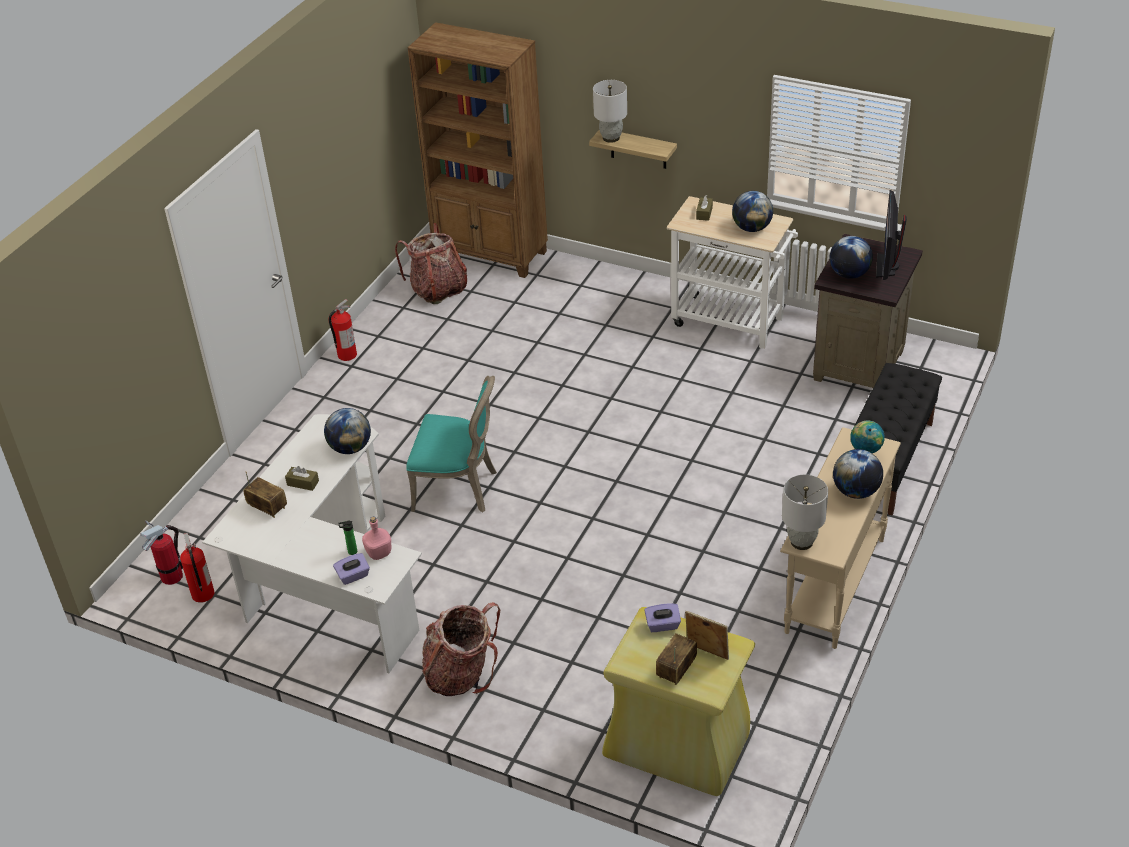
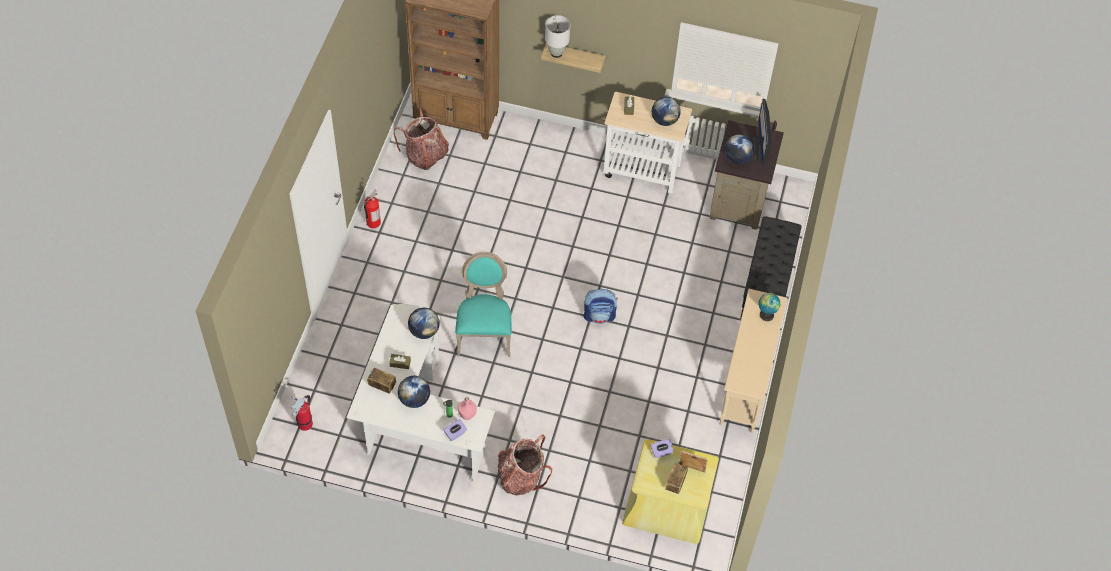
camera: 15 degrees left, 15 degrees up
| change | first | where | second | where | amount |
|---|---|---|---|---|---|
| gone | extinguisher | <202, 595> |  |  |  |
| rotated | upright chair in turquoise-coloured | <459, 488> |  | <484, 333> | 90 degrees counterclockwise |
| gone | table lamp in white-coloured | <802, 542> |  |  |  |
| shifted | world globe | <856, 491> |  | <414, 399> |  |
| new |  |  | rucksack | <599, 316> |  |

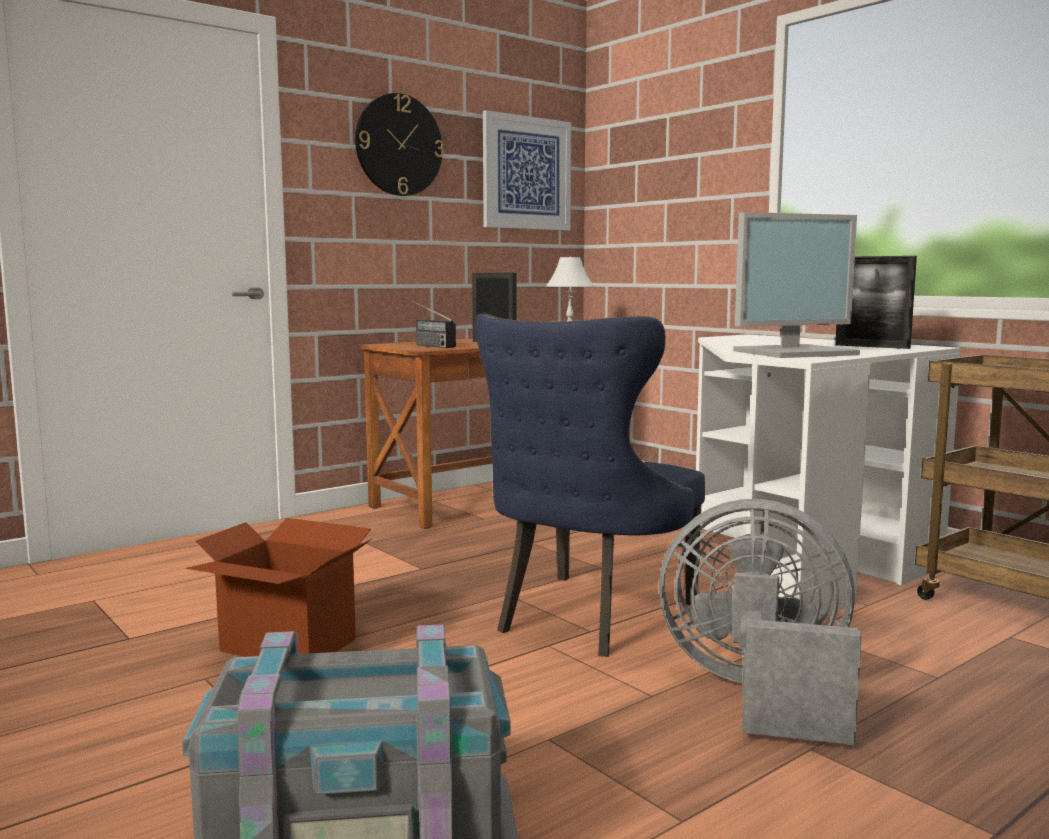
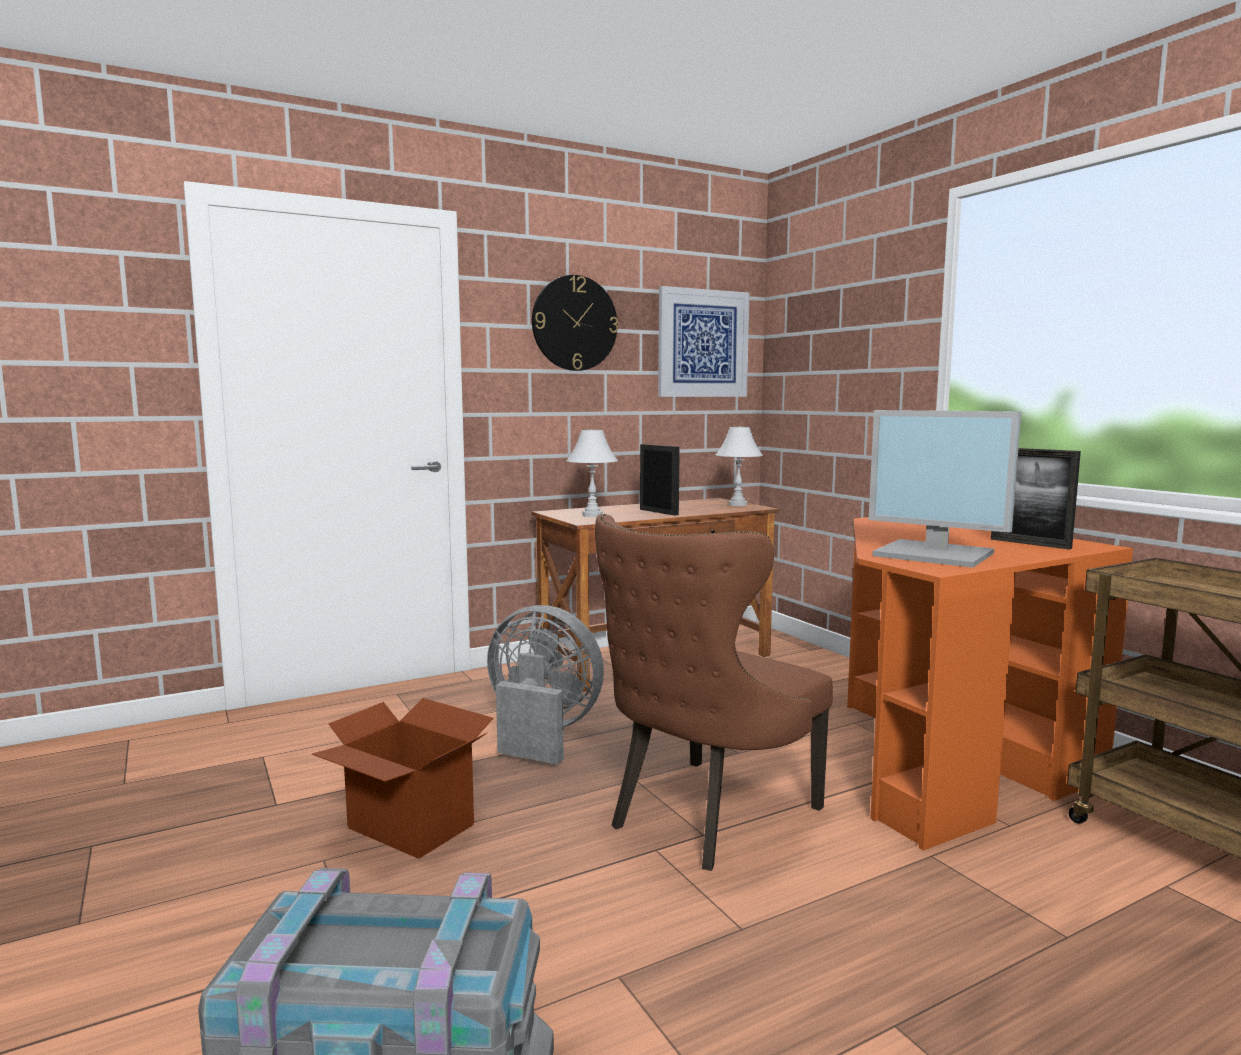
camera: 10 degrees right, 0 degrees up
| change | first | where | second | where | amount |
|---|---|---|---|---|---|
| swapped | radio | <426, 345> | table lamp in white-coloured | <592, 515> |  |
| repainted | upright chair in blue | <587, 617> | upright chair in brown | <705, 816> |  |
| shifted | cooling fan in grey | <758, 692> |  | <541, 733> |  |
| repainted | desk unit in white-coloured | <790, 561> | desk unit in orange | <937, 759> |  |
| rotated | computer screen | <795, 353> |  | <936, 554> | 45 degrees clockwise |

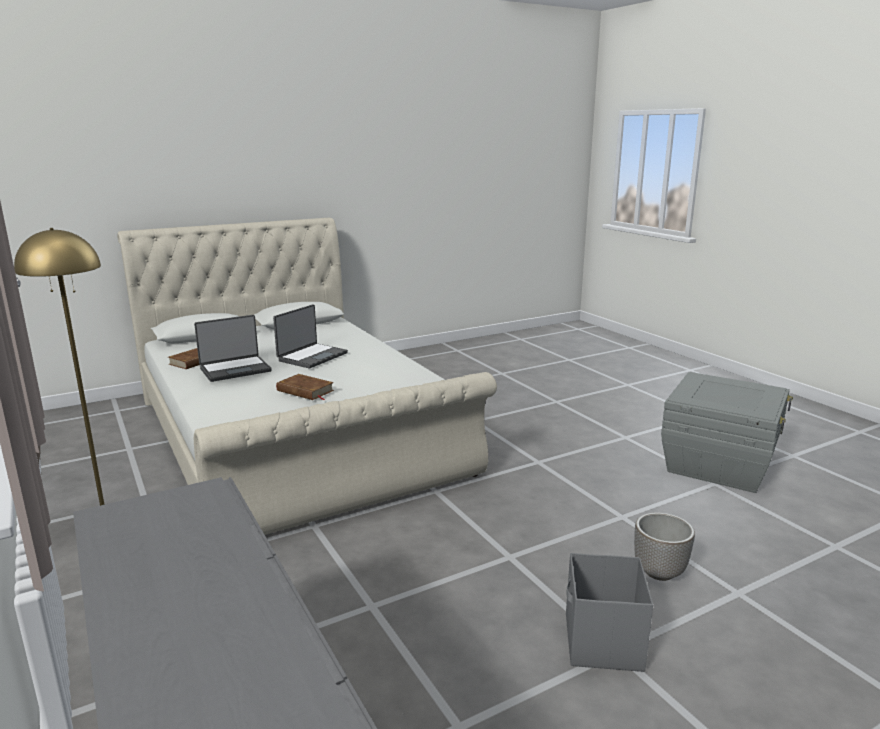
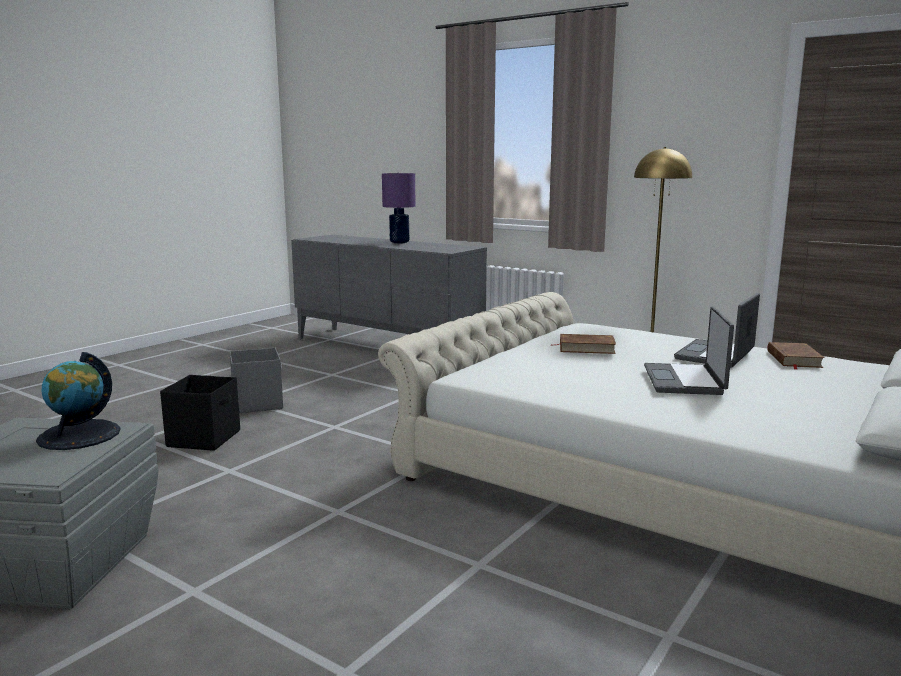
camera: 155 degrees right, 5 degrees down
| change | first | where | second | where | amount |
|---|---|---|---|---|---|
| swapped | flower pot | <659, 572> | storage box in black | <205, 438> |  |
| new |  |  | world globe | <79, 435> |  |
| new |  |  | table lamp in purplish | <399, 243> |  |

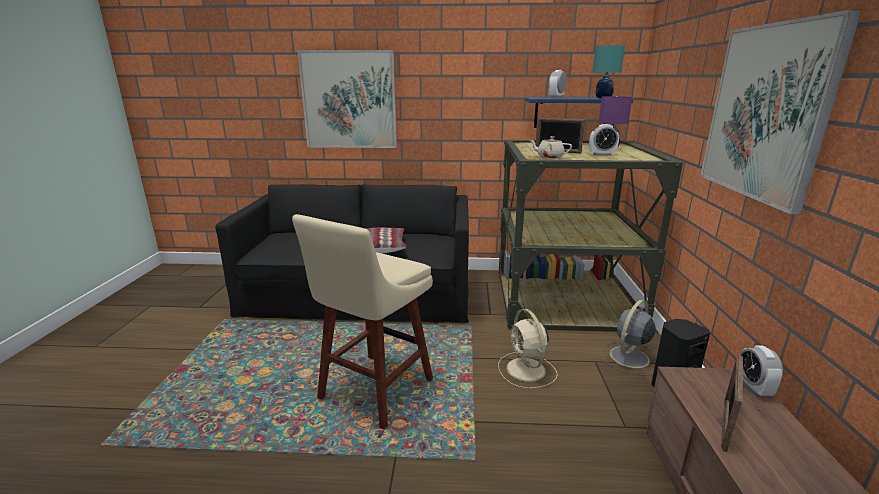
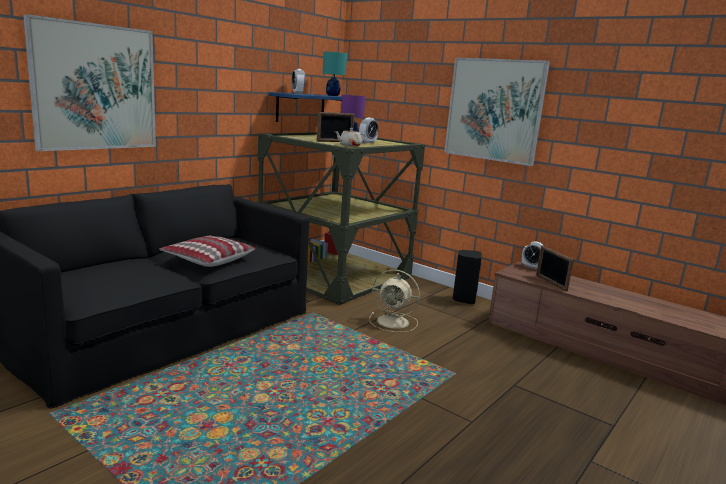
camera: 55 degrees left, 5 degrees down
| change | first | where | second | where | amount |
|---|---|---|---|---|---|
| gone | sitting stool in beige-coloured | <374, 390> |  |  |  |
| gone | cooling fan in grey | <628, 358> |  |  |  |

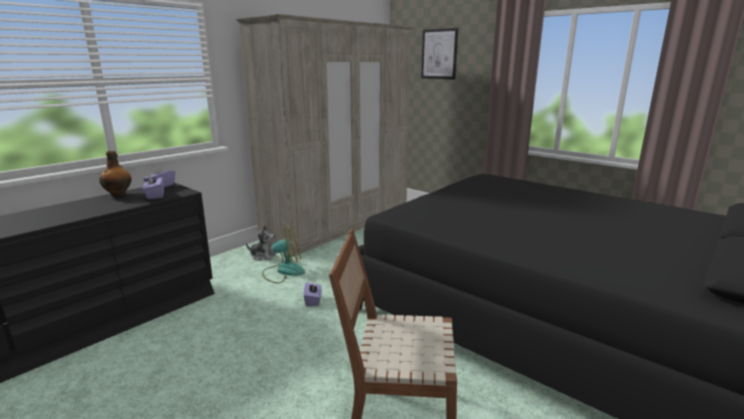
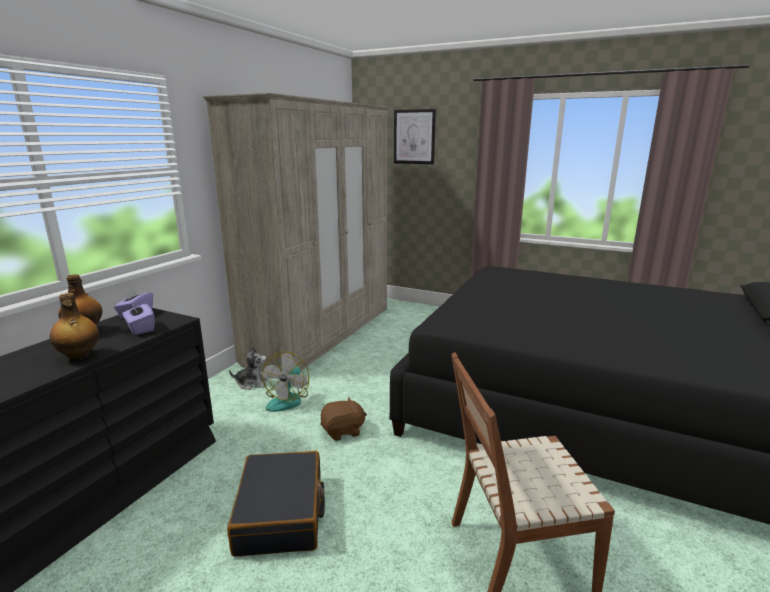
camera: 15 degrees left, 0 degrees up
| change | first | where | second | where | amount |
|---|---|---|---|---|---|
| rotated | cooling fan | <283, 271> |  | <288, 399> | 135 degrees clockwise |
| swapped | box of tissues in purplish | <313, 300> | cuddly toy in brown | <343, 431> |  |
| new |  |  | bottle | <79, 357> |  |
| new |  |  | piece of luggage in black | <281, 514> |  |

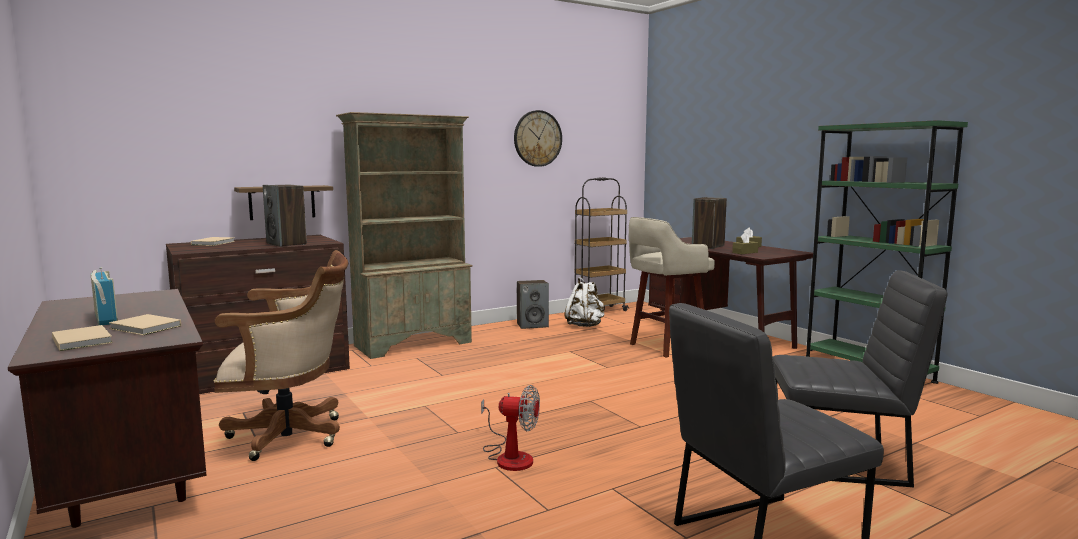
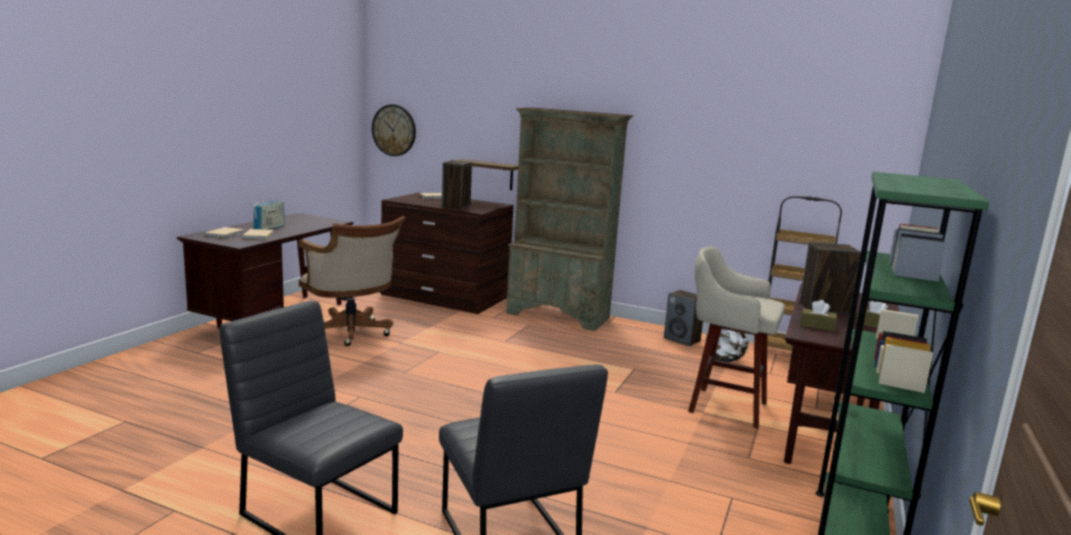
camera: 55 degrees right, 5 degrees up
| change | first | where | second | where | amount |
|---|---|---|---|---|---|
| gone | cooling fan | <509, 456> |  |  |  |
| shifted | hanging clock | <537, 138> |  | <394, 130> |  |

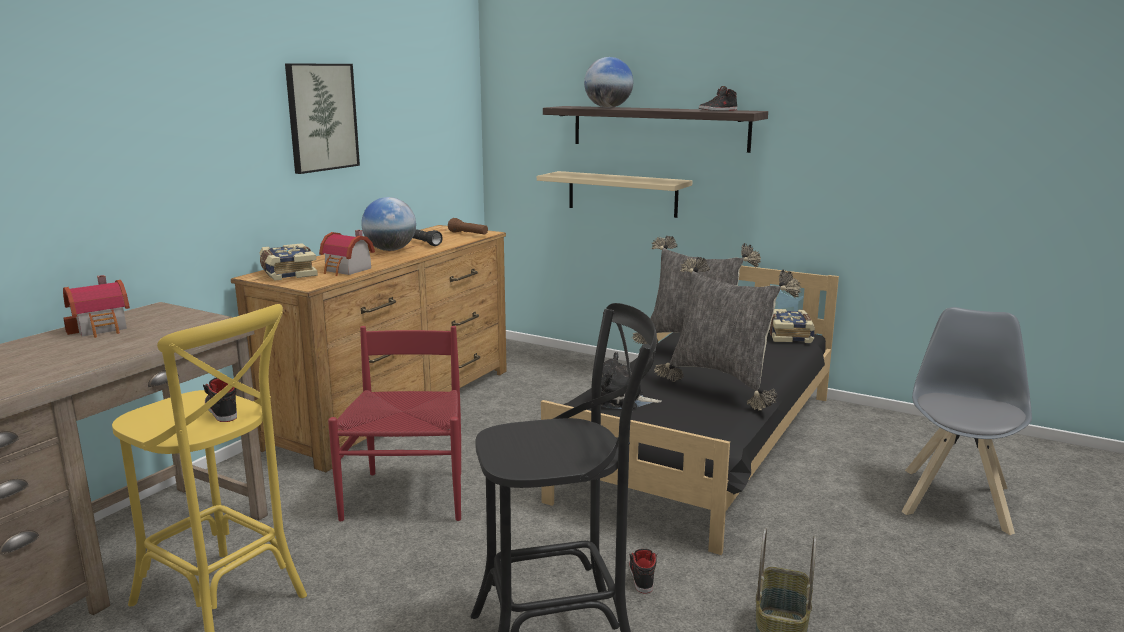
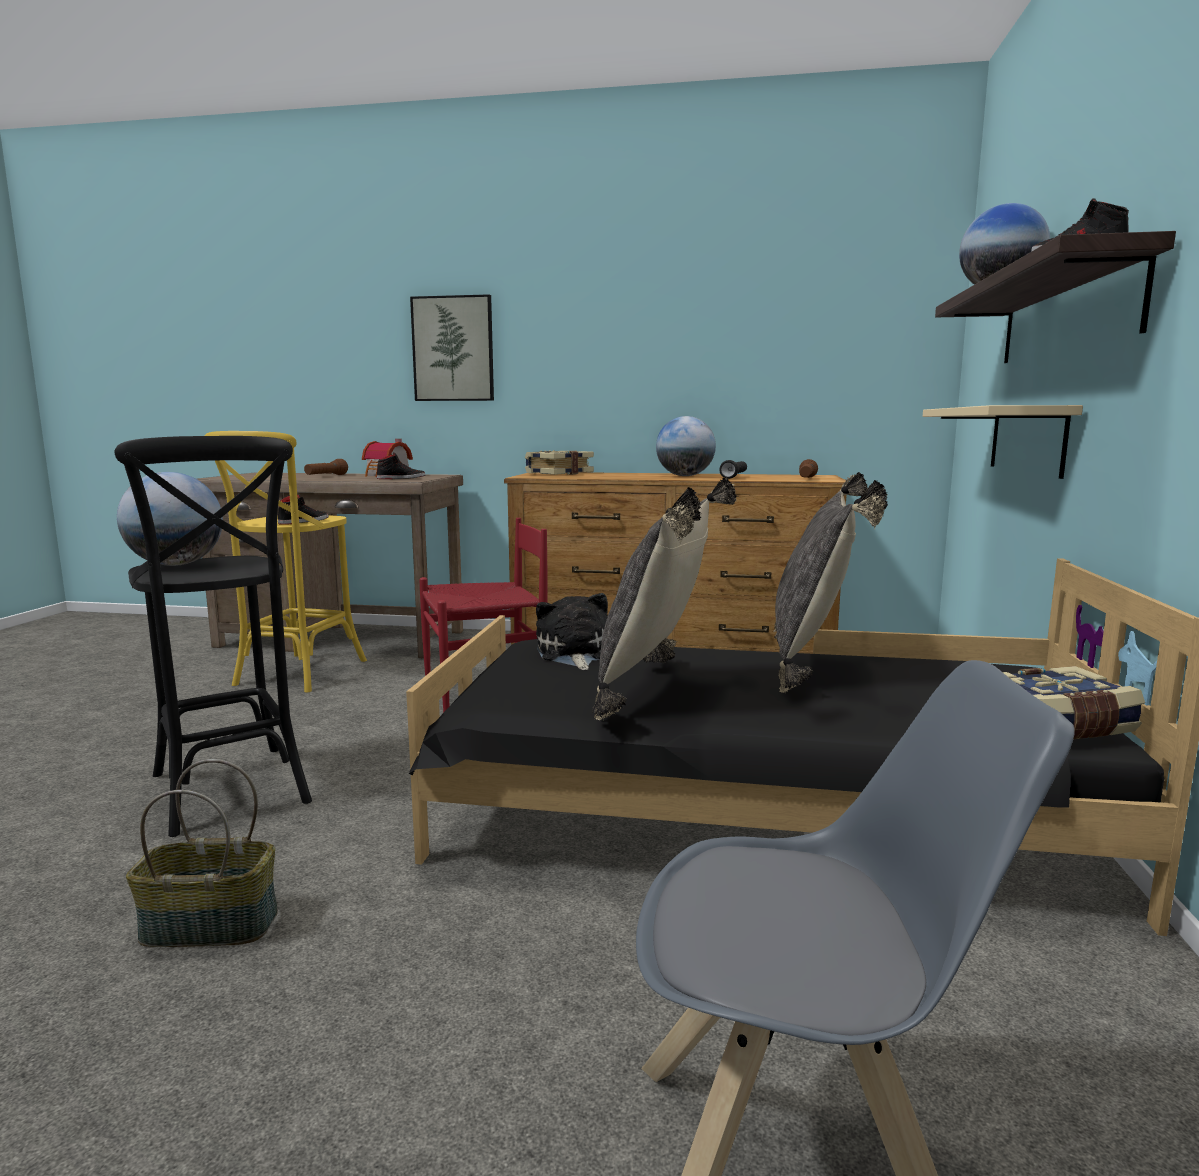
camera: 70 degrees right, 5 degrees down
| change | first | where | second | where | amount |
|---|---|---|---|---|---|
| shifted | wall art | <321, 117> |  | <453, 349> |  |
| gone | miniature house | <347, 270> |  |  |  |
| shifted | low shoe in black | <641, 574> |  | <401, 478> |  |
| new |  |  | world globe | <176, 565> |  |
| new |  |  | torch in brown | <326, 476> |  |

